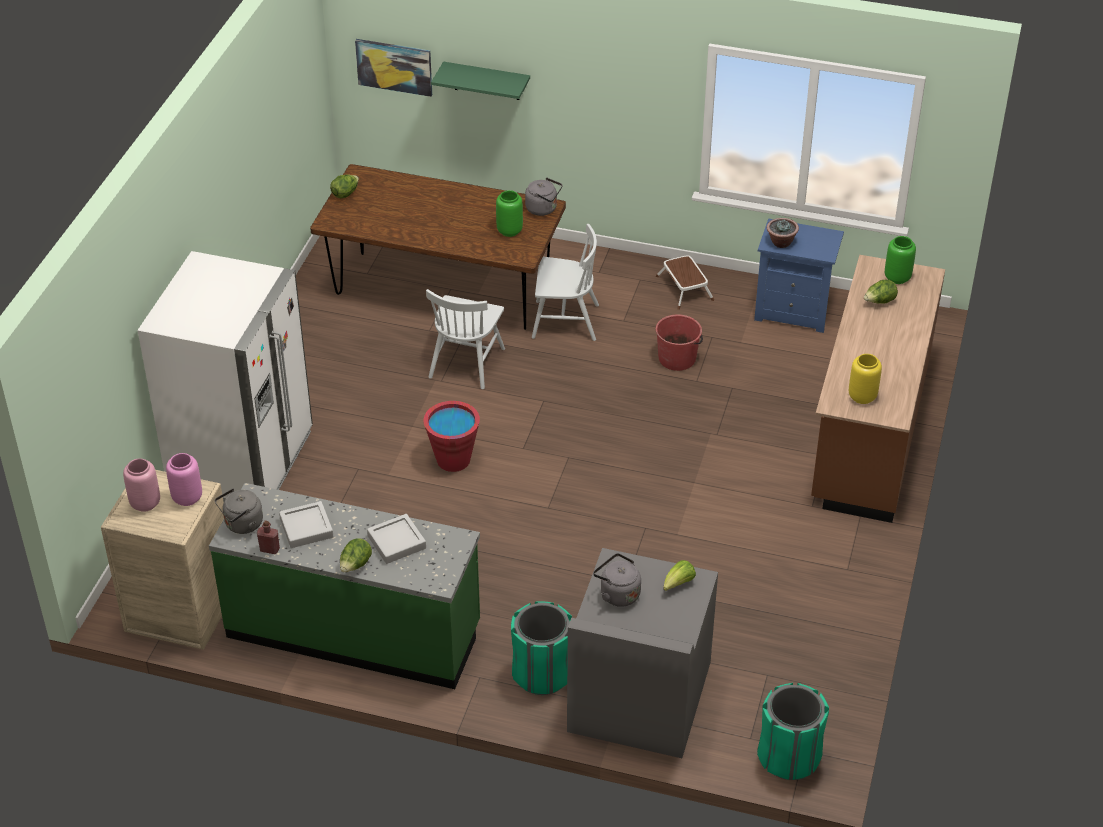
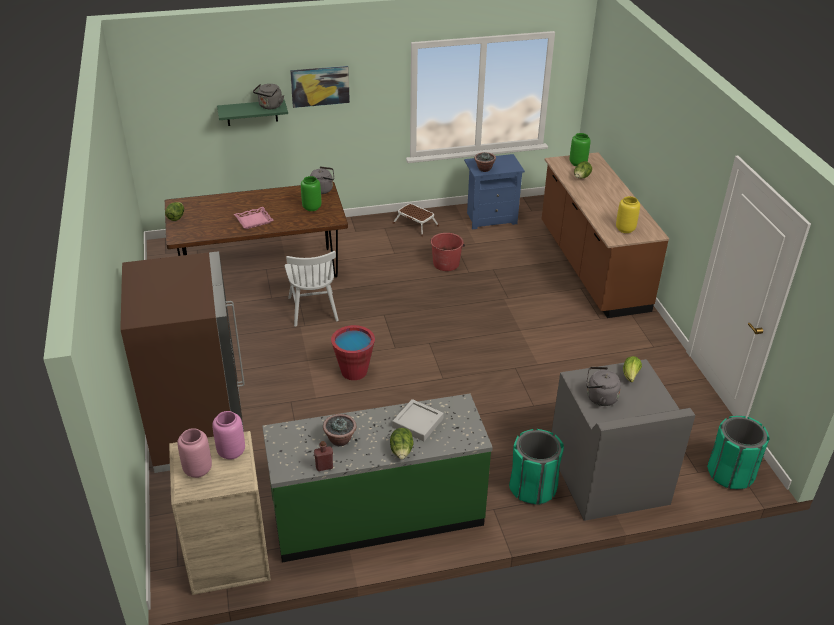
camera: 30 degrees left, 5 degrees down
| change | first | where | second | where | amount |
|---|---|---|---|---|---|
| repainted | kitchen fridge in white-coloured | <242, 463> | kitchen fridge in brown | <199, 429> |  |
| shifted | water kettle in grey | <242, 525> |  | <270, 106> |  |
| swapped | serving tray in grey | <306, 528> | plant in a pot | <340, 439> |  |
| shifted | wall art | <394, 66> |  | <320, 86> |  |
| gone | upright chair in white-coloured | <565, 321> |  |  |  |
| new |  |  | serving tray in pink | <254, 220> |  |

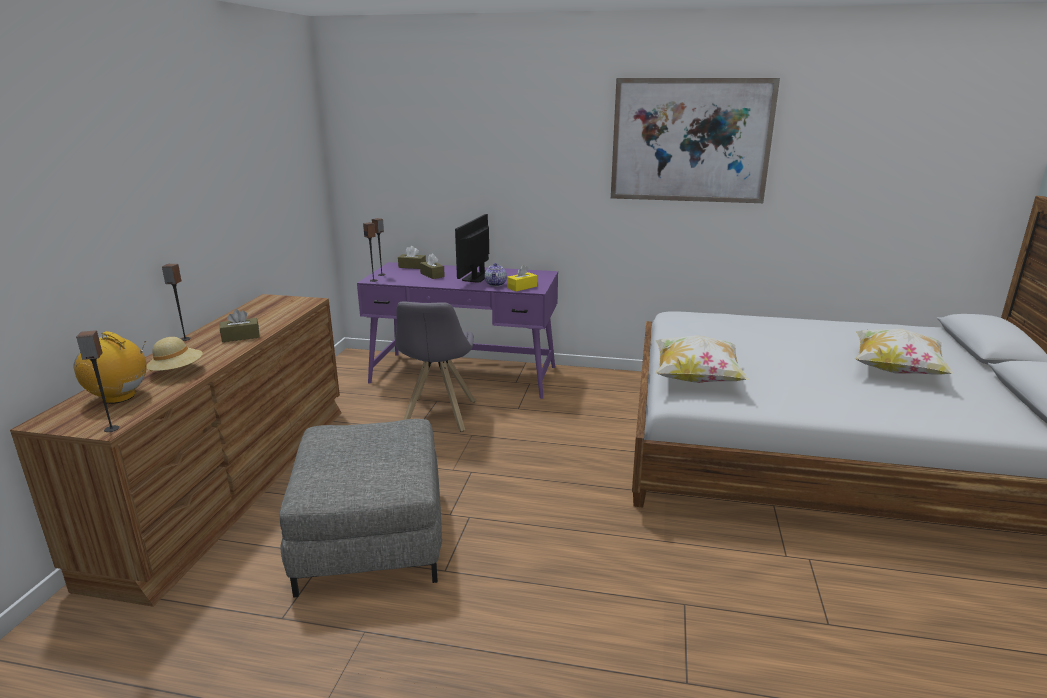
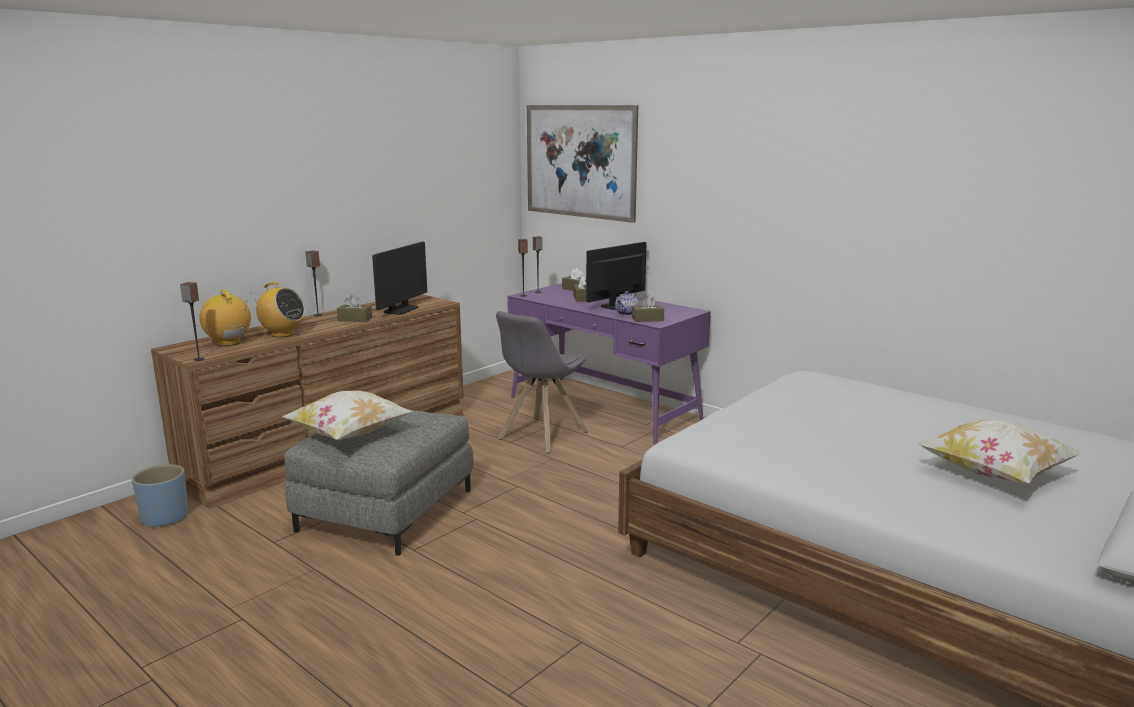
camera: 30 degrees right, 5 degrees down
| change | first | where | second | where | amount |
|---|---|---|---|---|---|
| swapped | hat in beige-coloured | <177, 371> | radio | <282, 334> |  |
| repainted | box of tissues in yellow | <522, 287> | box of tissues in brown | <647, 319> |  |
| shifted | wall art | <690, 141> |  | <580, 161> |  |
| shifted | throw pillow | <696, 378> |  | <350, 436> |  |
| new |  |  | flower pot in blue | <164, 517> |  |
| new |  |  | computer screen | <401, 310> |  |

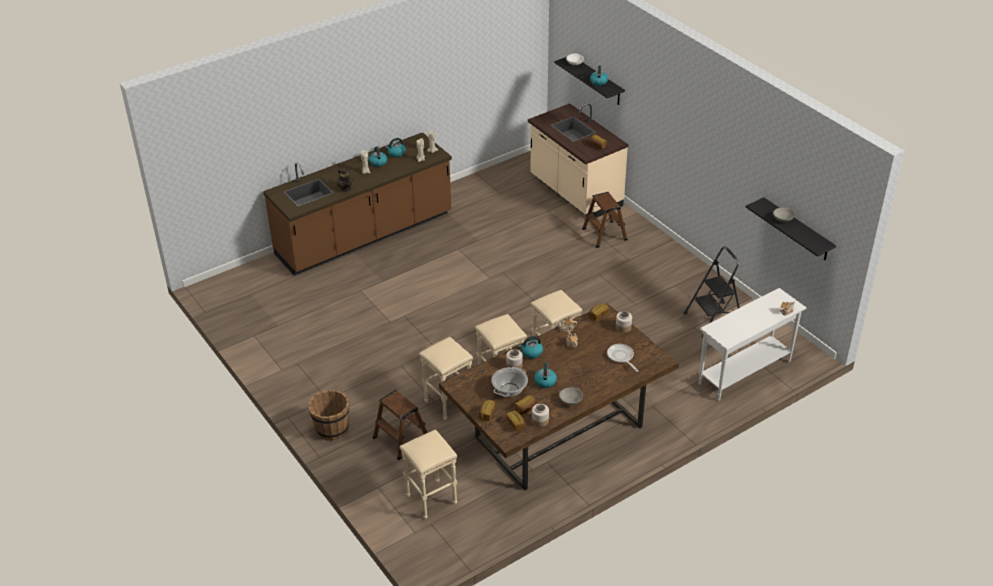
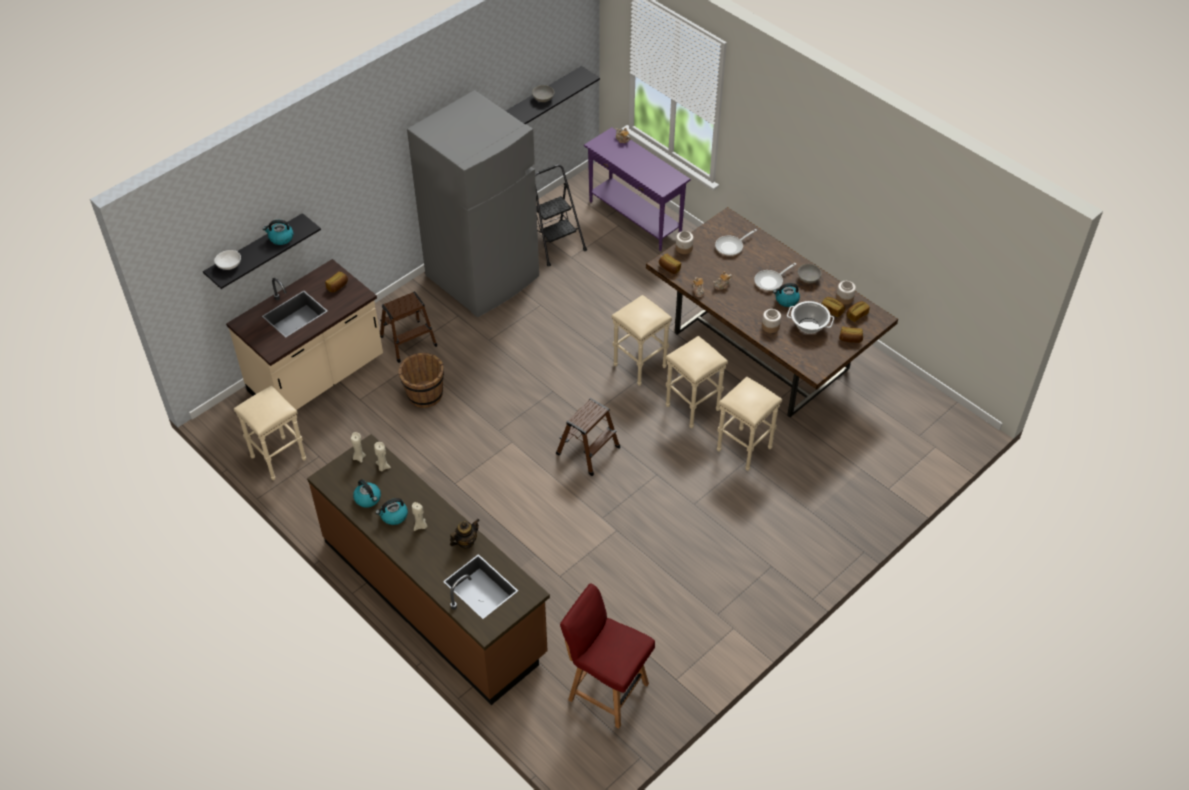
camera: 100 degrees left, 10 degrees up
| change | first | where | second | where | amount |
|---|---|---|---|---|---|
| shifted | pail in brown | <332, 429> |  | <424, 395> |  |
| shifted | stepladder in brown | <401, 438> |  | <588, 450> |  |
| shifted | sitting stool in beige-coloured | <430, 499> |  | <278, 459> |  |
| gone | water kettle | <531, 353> |  |  |  |
| repainted | narrow table in white-coloured | <744, 373> | narrow table in purplish | <636, 219> |  |
| new |  |  | kitchen fridge in grey | <483, 276> |  |
| new |  |  | upright chair in red-coloured | <606, 690> |  |
| new |  |  | skillet | <770, 281> |  |

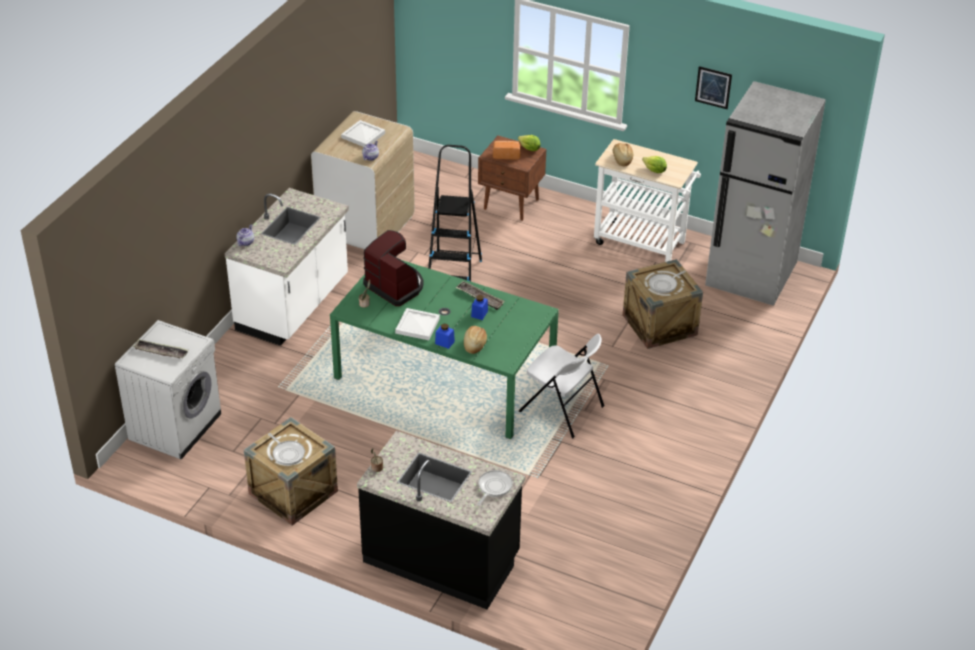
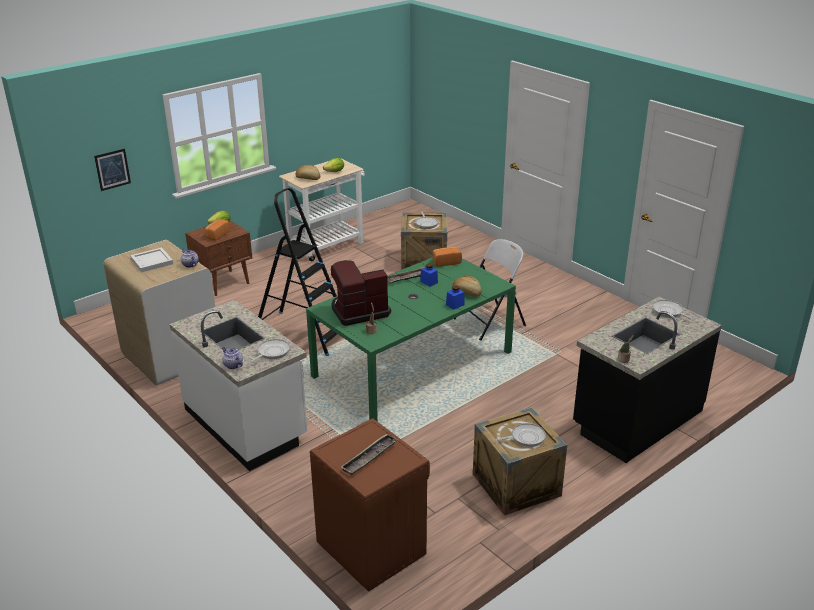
camera: 65 degrees left, 10 degrees down
| change | first | where | second | where | amount |
|---|---|---|---|---|---|
| repainted | laundry appliance in white-coloured | <177, 427> | laundry appliance in brown | <372, 547> |  |
| gone | serving tray in white-coloured | <418, 326> |  |  |  |
| shifted | wall art | <713, 87> |  | <112, 169> |  |
| gone | kitchen fridge in grey | <752, 273> |  |  |  |
| new |  |  | skillet | <272, 352> |  |
| new |  |  | bread | <446, 262> |  |

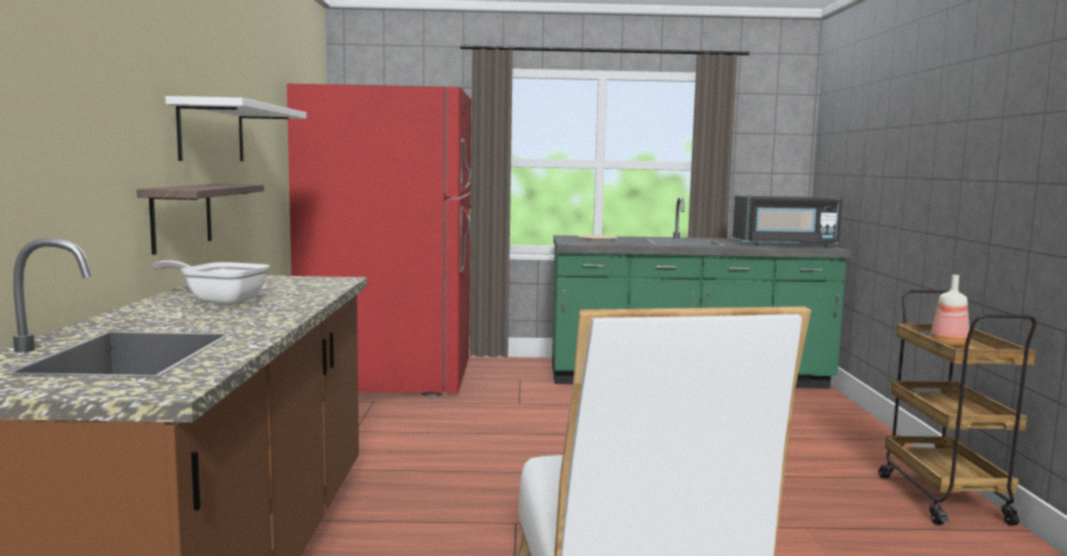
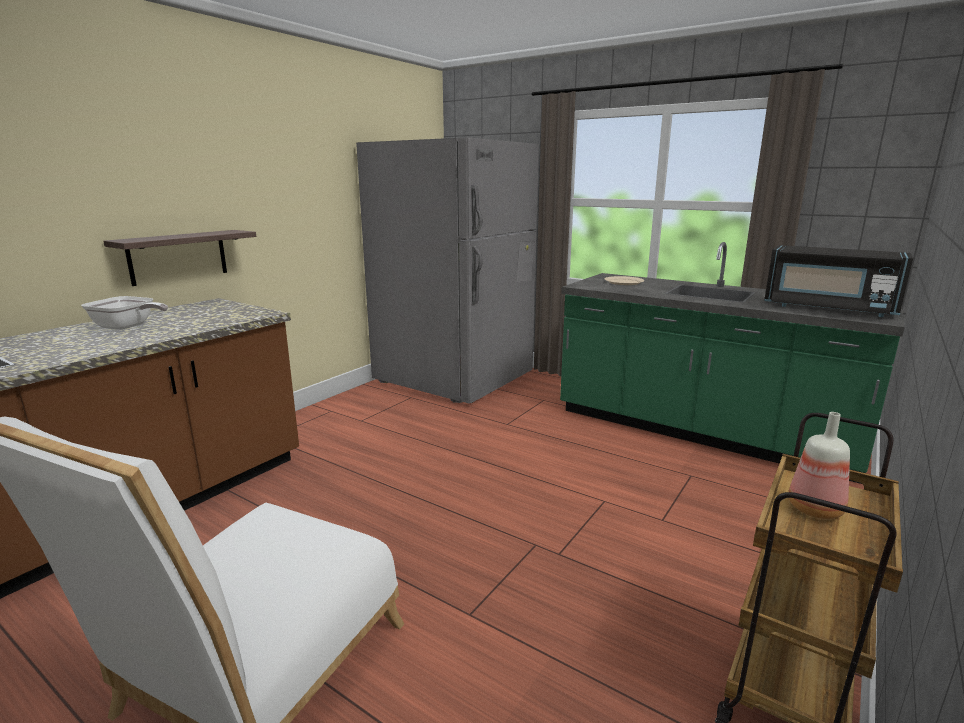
camera: 35 degrees right, 10 degrees up
| change | first | where | second | where | amount |
|---|---|---|---|---|---|
| rotated | skillet | <219, 301> |  | <127, 327> | 150 degrees clockwise |
| gone | bracket shelf in white-coloured | <212, 132> |  |  |  |
| repainted | kitchen fridge in red-coloured | <389, 376> | kitchen fridge in grey | <455, 376> |  |

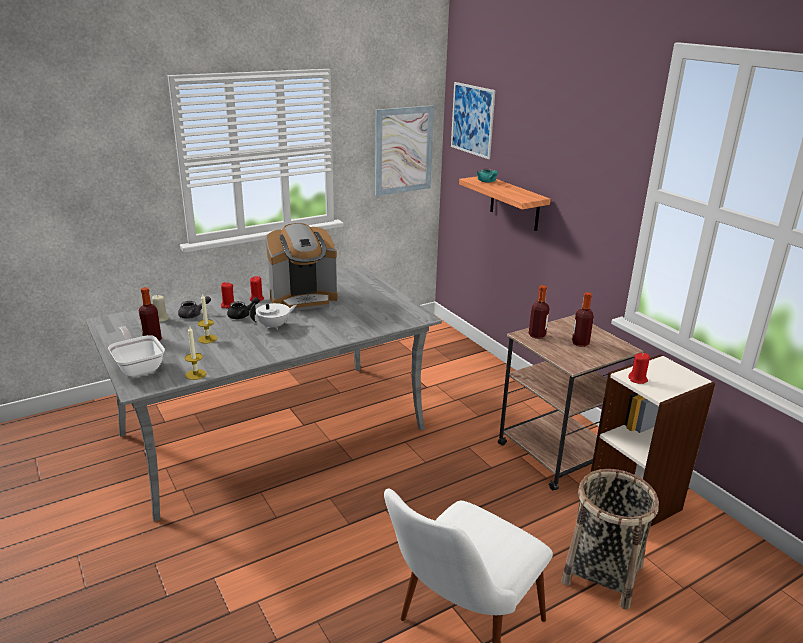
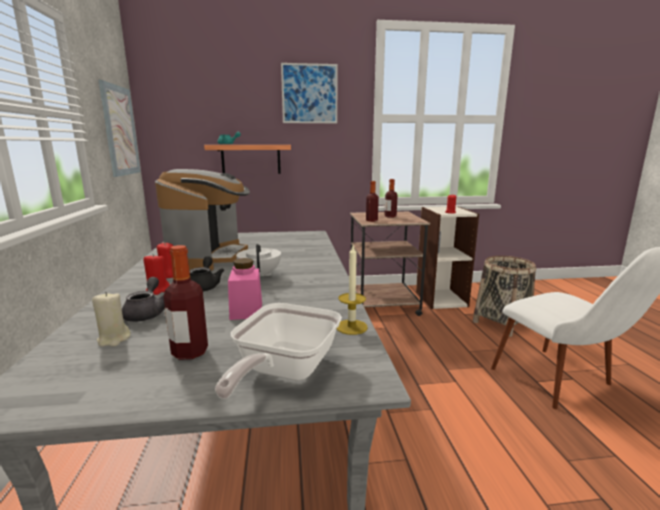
camera: 65 degrees left, 10 degrees down
| change | first | where | second | where | amount |
|---|---|---|---|---|---|
| rotated | skillet | <138, 366> |  | <283, 372> | 60 degrees counterclockwise |
| swapped | candle | <207, 339> | preserve jar in pink | <246, 311> |  |
| shifted | wall art | <472, 120> |  | <309, 94> |  |

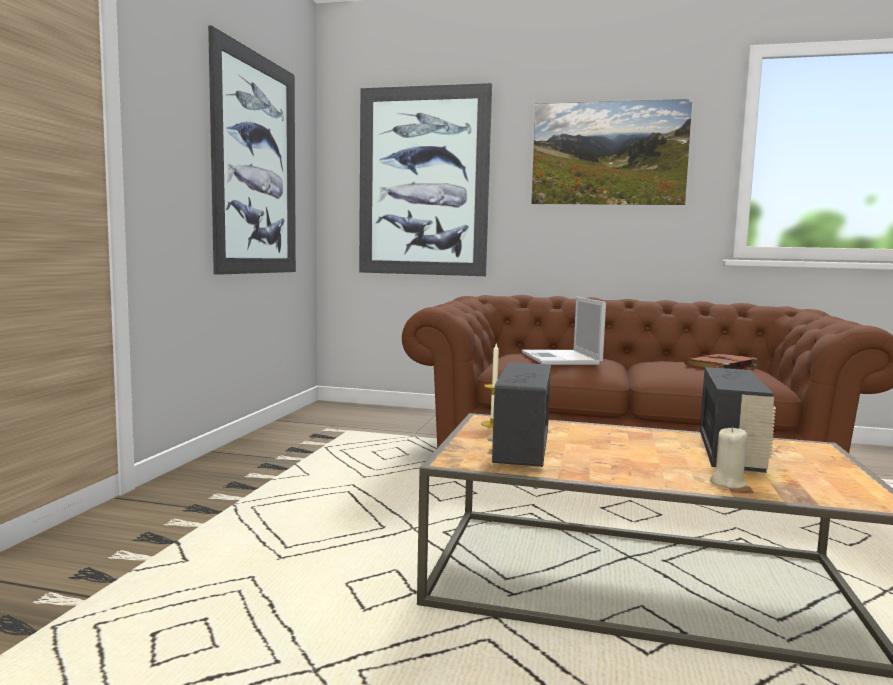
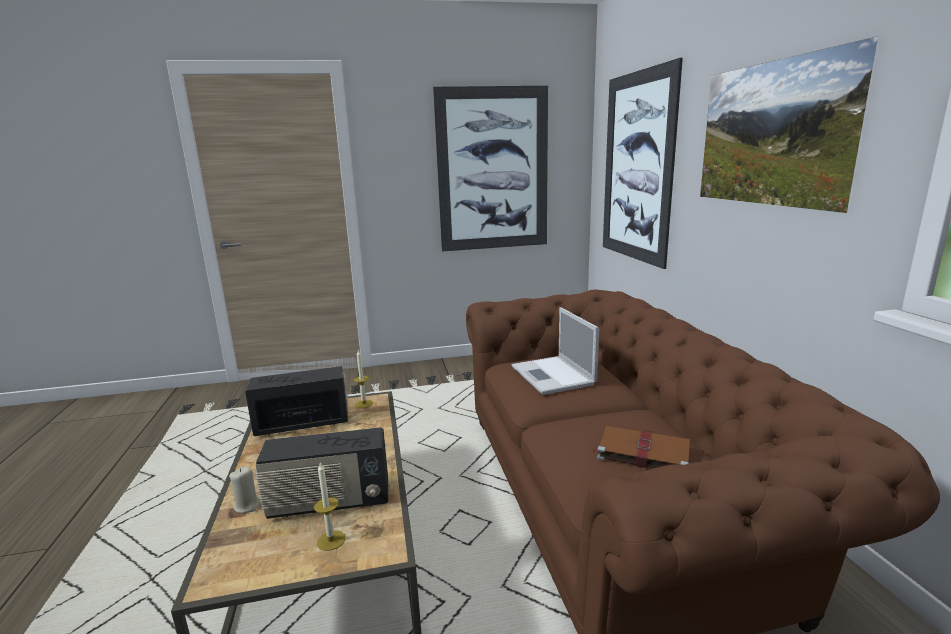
camera: 65 degrees right, 10 degrees up
| change | first | where | second | where | amount |
|---|---|---|---|---|---|
| rotated | portable computer | <561, 359> |  | <553, 376> | 75 degrees counterclockwise |
| new |  |  | candle | <331, 540> |  |

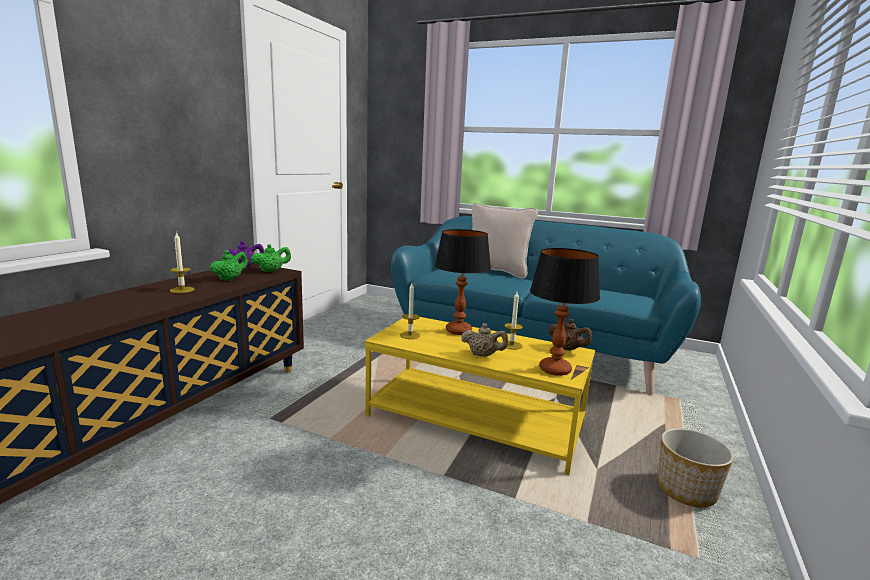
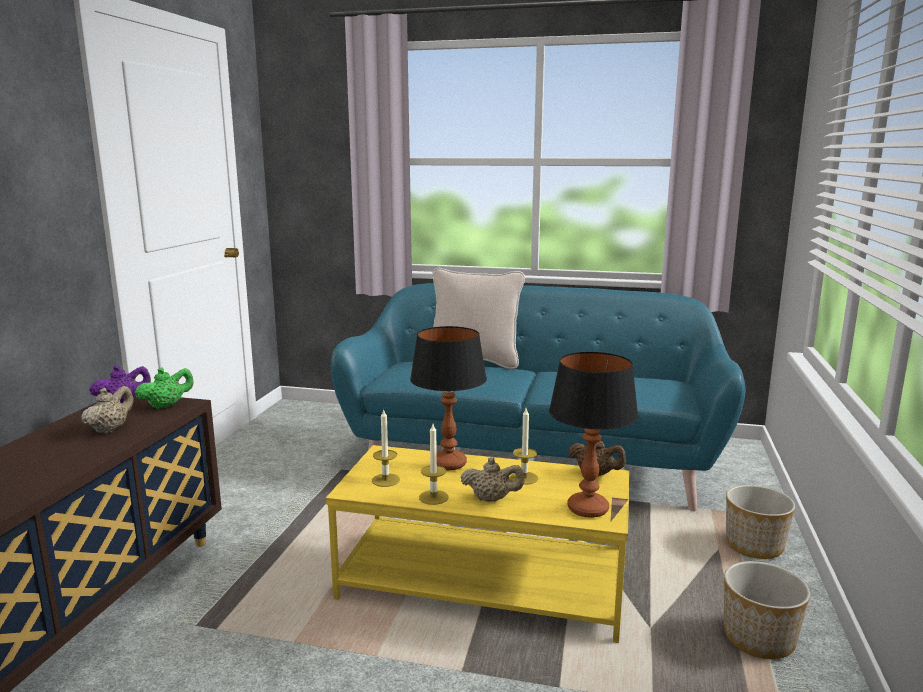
camera: 10 degrees left, 0 degrees up
| change | first | where | second | where | amount |
|---|---|---|---|---|---|
| shifted | candle | <182, 290> |  | <433, 497> |  |
| repainted | pot for tea in green | <230, 279> | pot for tea in beige-coloured | <110, 429> |  |
| new |  |  | flower pot | <755, 546> |  |

